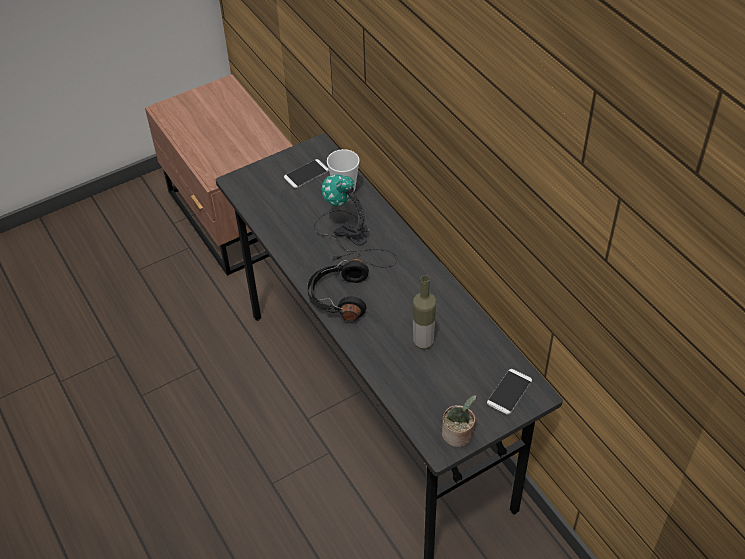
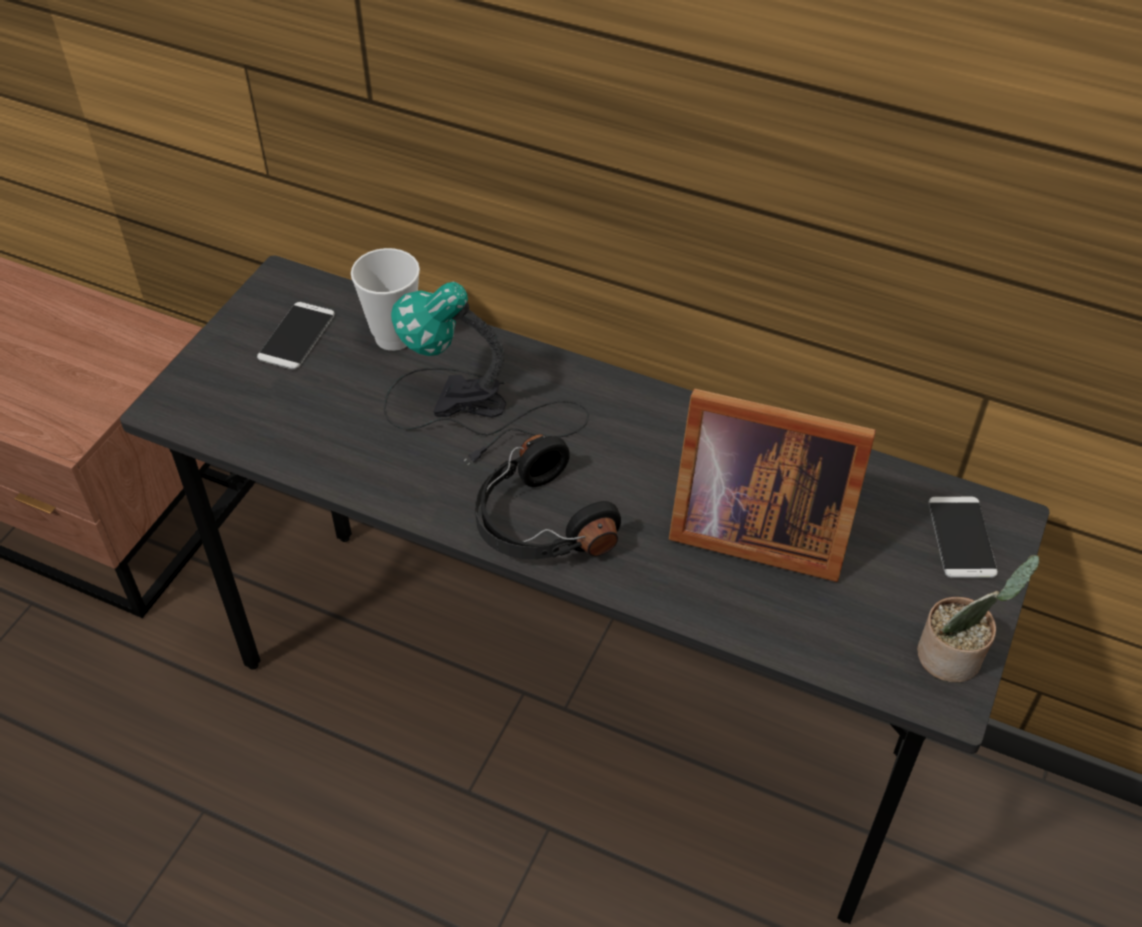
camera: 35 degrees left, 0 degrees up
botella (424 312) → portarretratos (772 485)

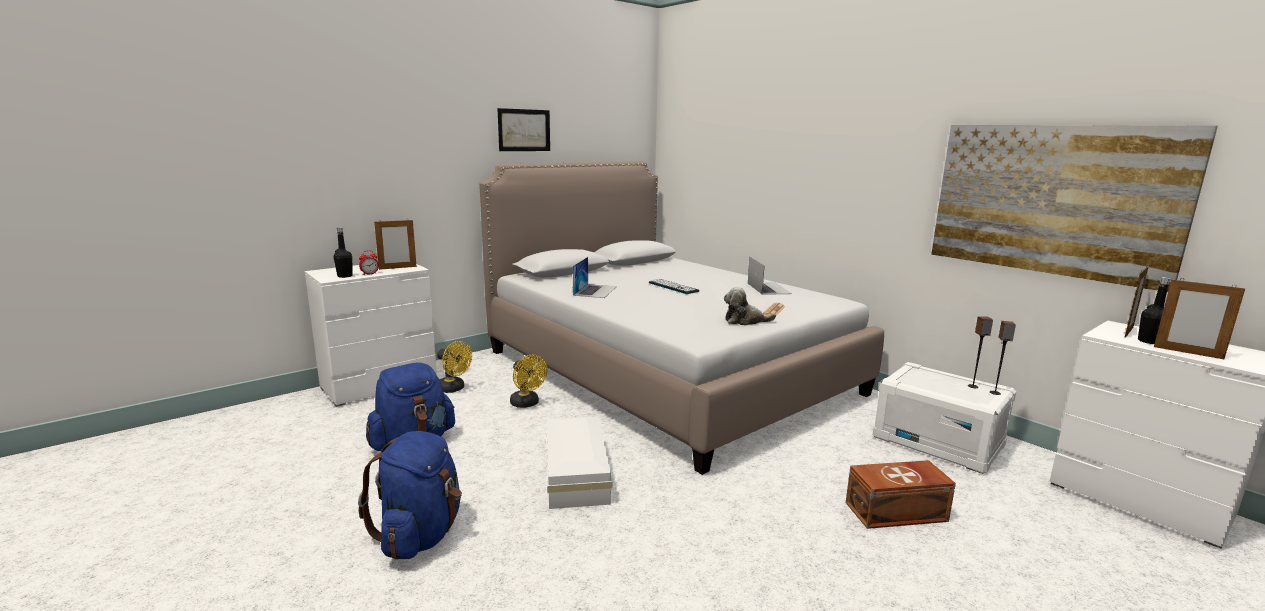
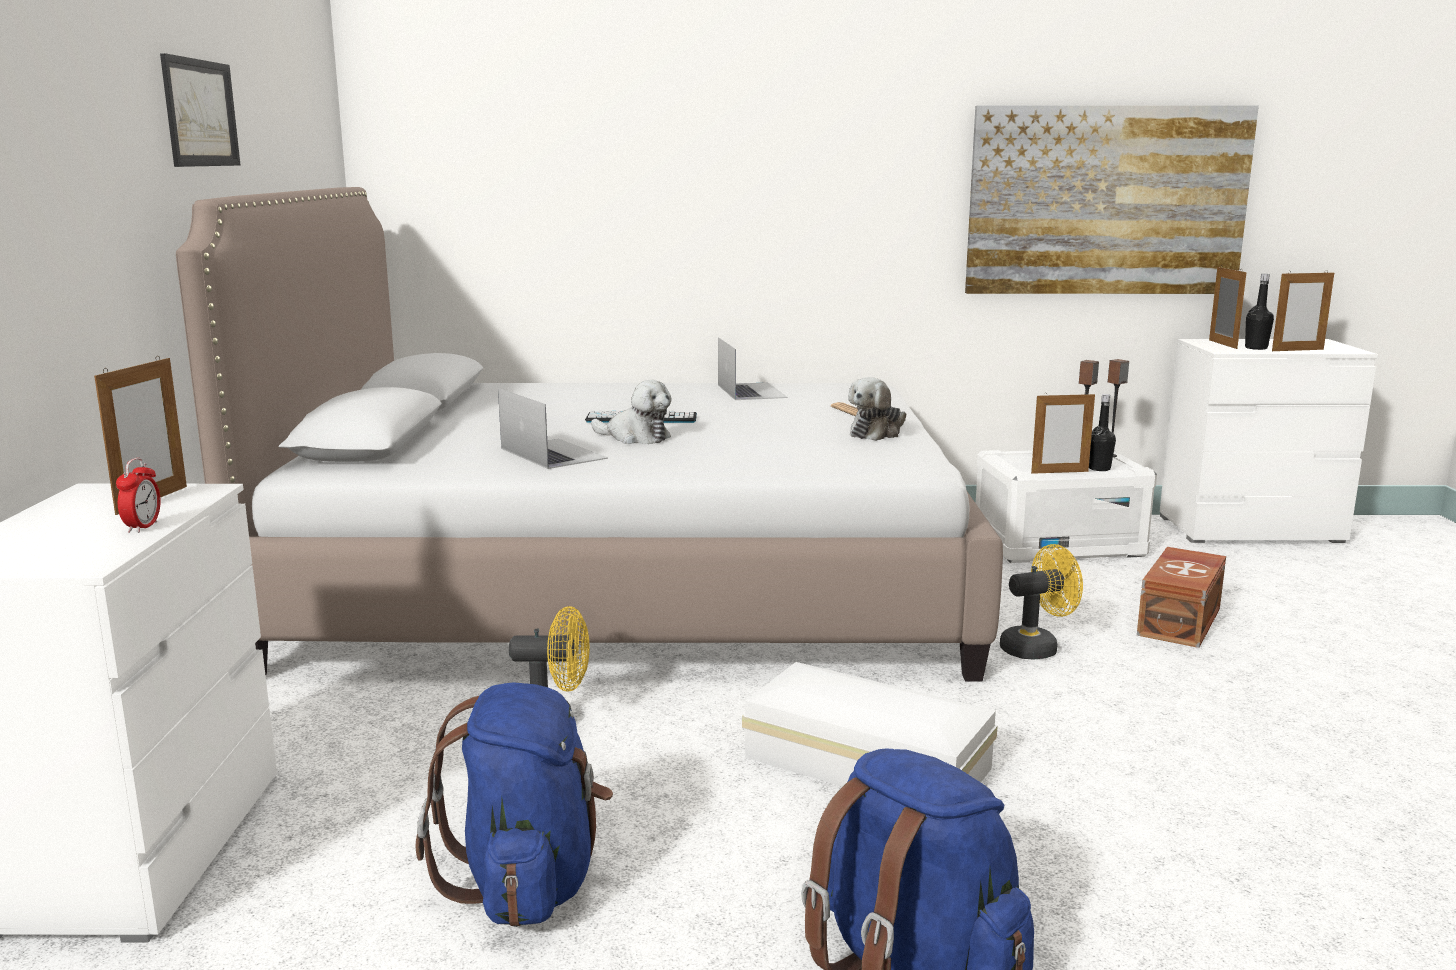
camera: 50 degrees left, 0 degrees up
botella (negro) (343 252) → botella (negro) (1102 432), shifted
ventilador (amarillo) (454 367) → ventilador (amarillo) (1041 602), shifted
portátil (770 275) → portátil (753 368), 45 degrees clockwise
- → peluche (631 412)
- → portarretratos (1063 433)

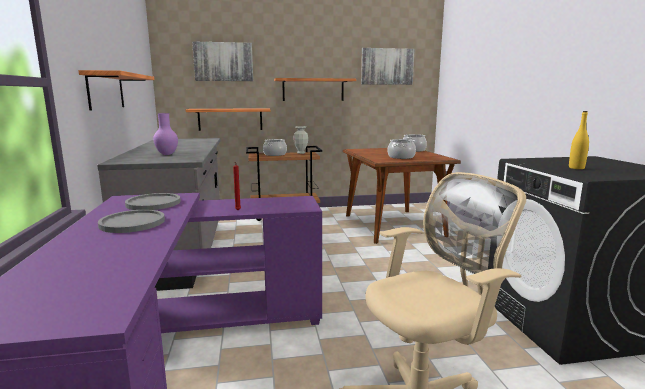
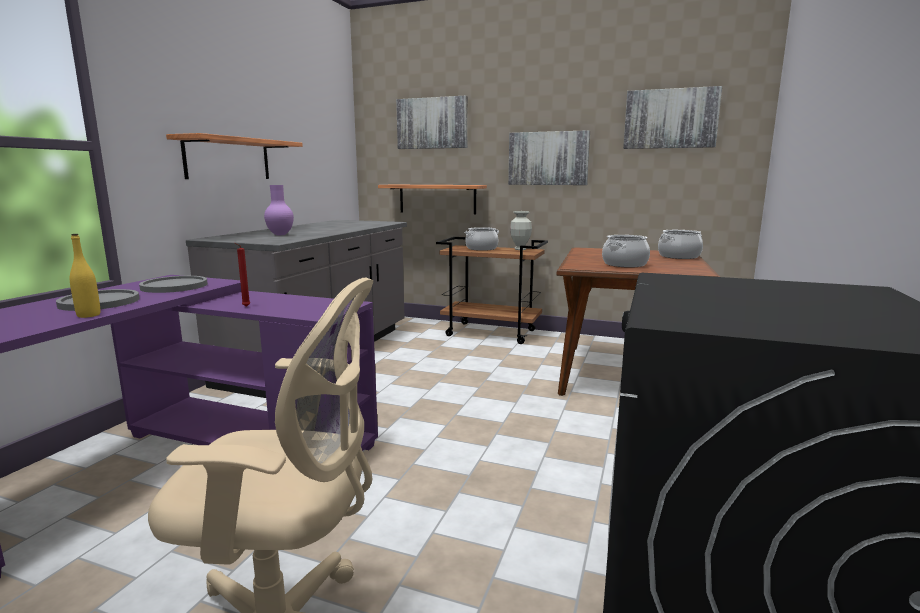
camera: 30 degrees right, 0 degrees up
estante (315 89) → cuadro (549 157)
botella (amarillo) (579 140) → botella (amarillo) (85 276), shifted

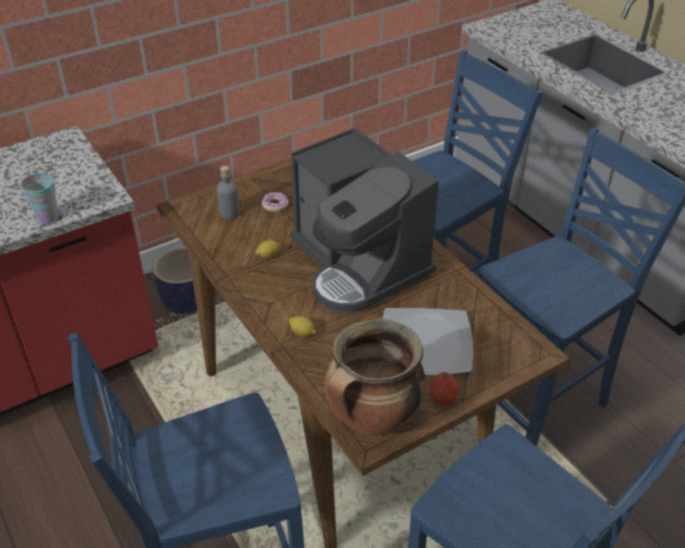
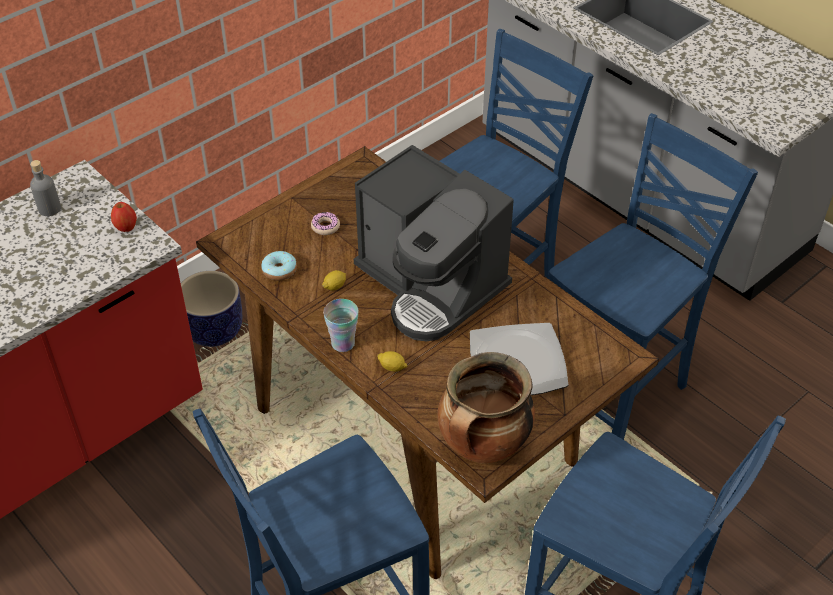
camera: 10 degrees left, 5 degrees up
taza (40 198) → taza (341 325), shifted
botella (gris) (228 192) → botella (gris) (45 188), shifted
manzana (444 389) → manzana (124 217), shifted
- → rosquilla (279 266)

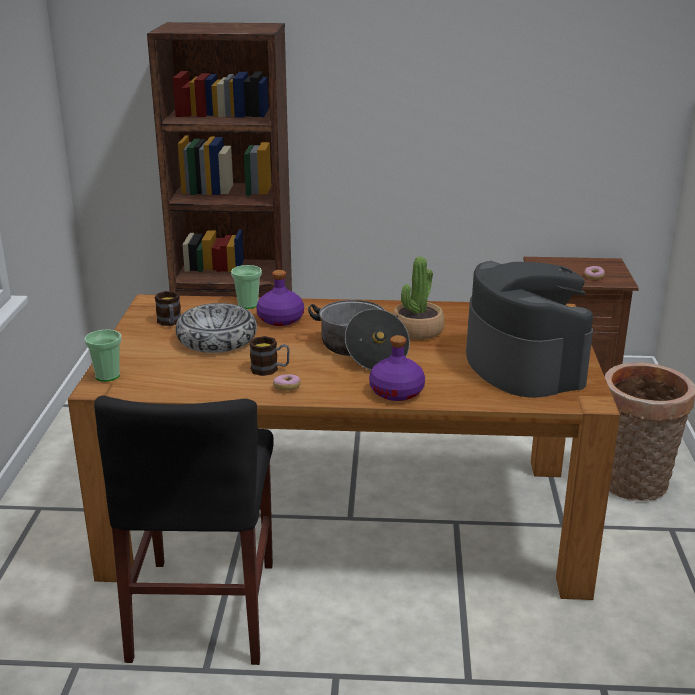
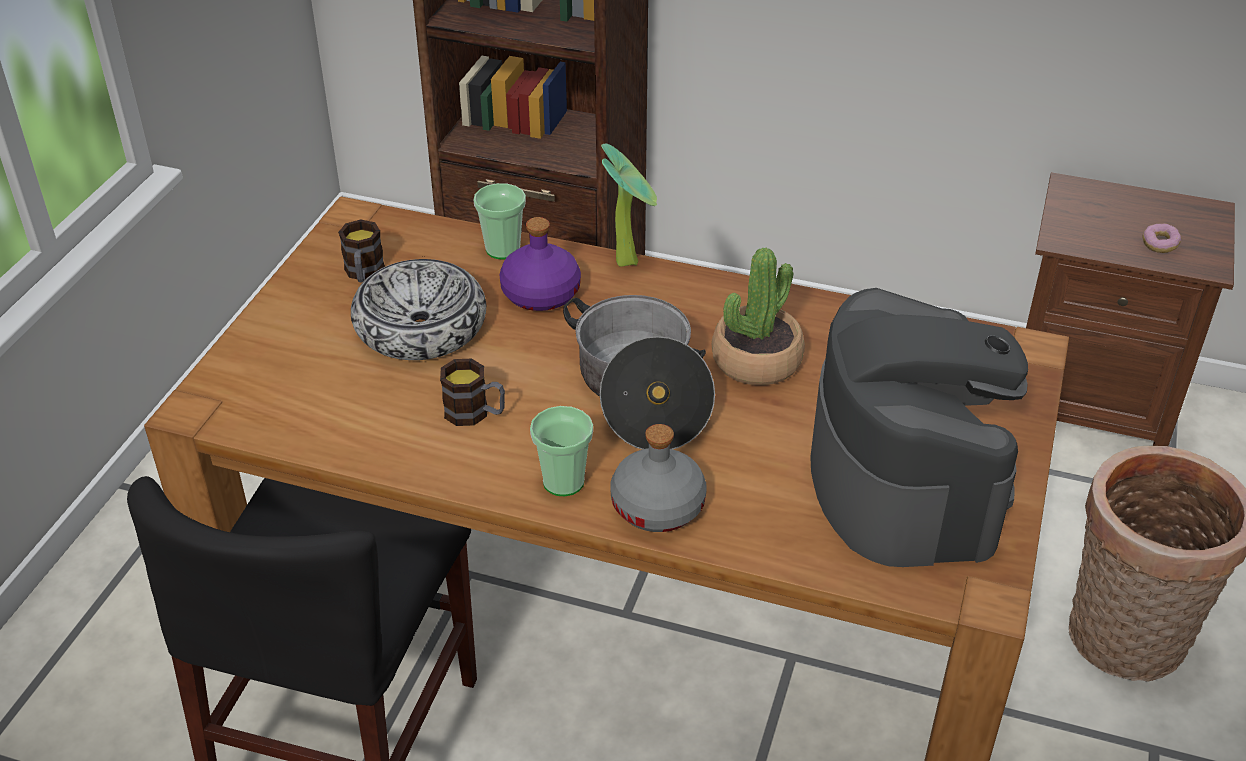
camera: 15 degrees right, 15 degrees up
taza (102 355) → taza (561 451), shifted
rosquilla (287 382) → -
botella (morado) (397 368) → botella (gris) (658 478)
- → planta en maceta (629 205)

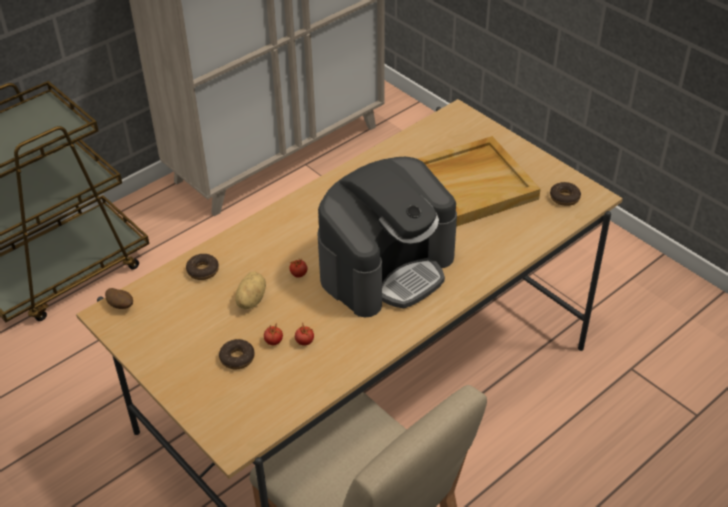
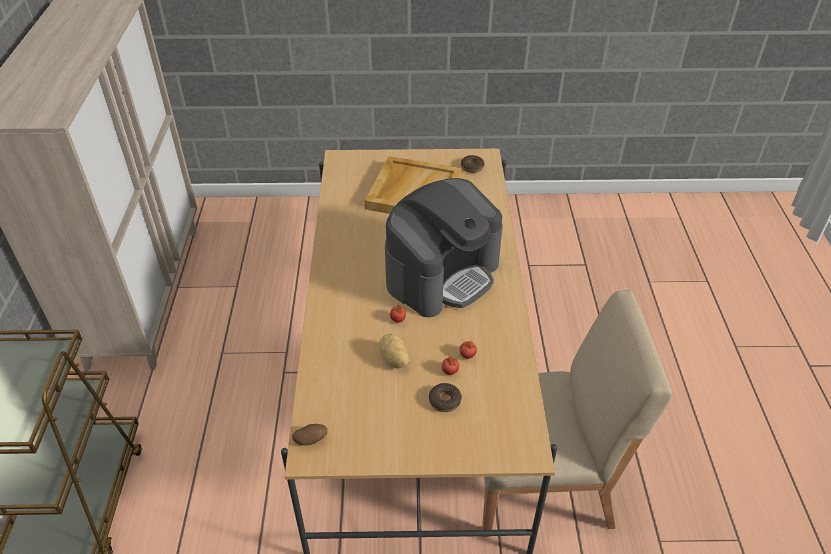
camera: 50 degrees left, 0 degrees up
rosquilla (202 267) → -
cafetera (387 237) → cafetera (444 247), 45 degrees clockwise

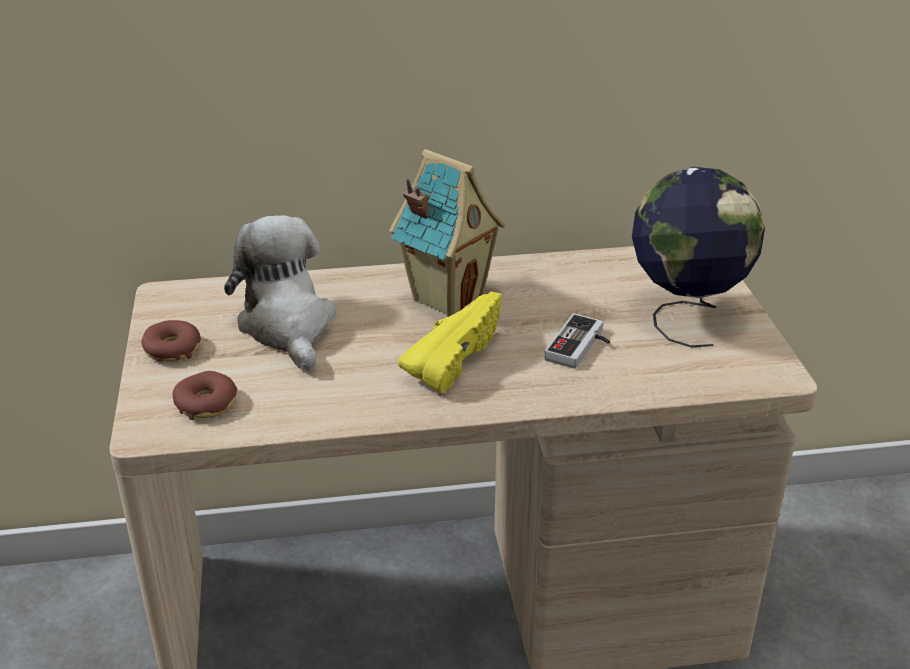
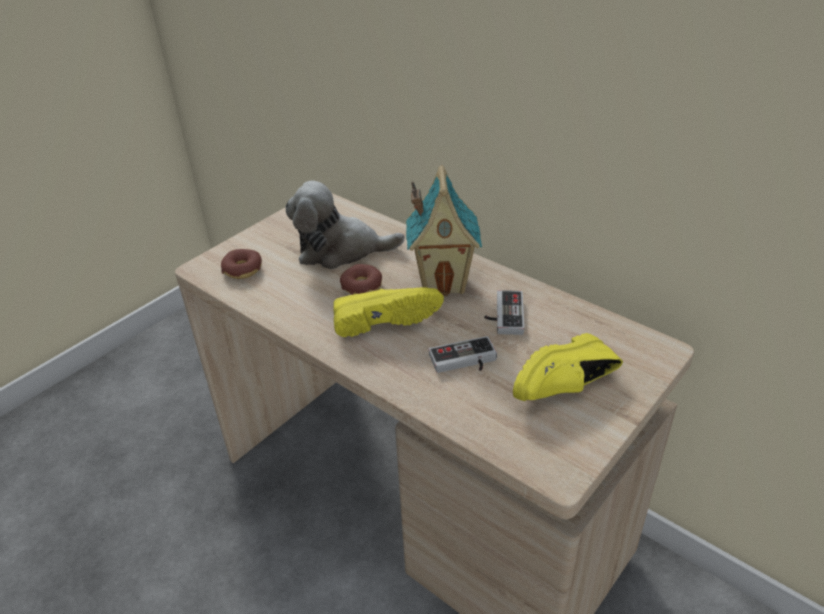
camera: 50 degrees right, 5 degrees up
rosquilla (171 341) → rosquilla (361 279), shifted
peluche (280 293) → peluche (345 225), 120 degrees counterclockwise
globo terráqueo (698 257) → zapato (amarillo) (568 367)
- → mando de consola (504 312)

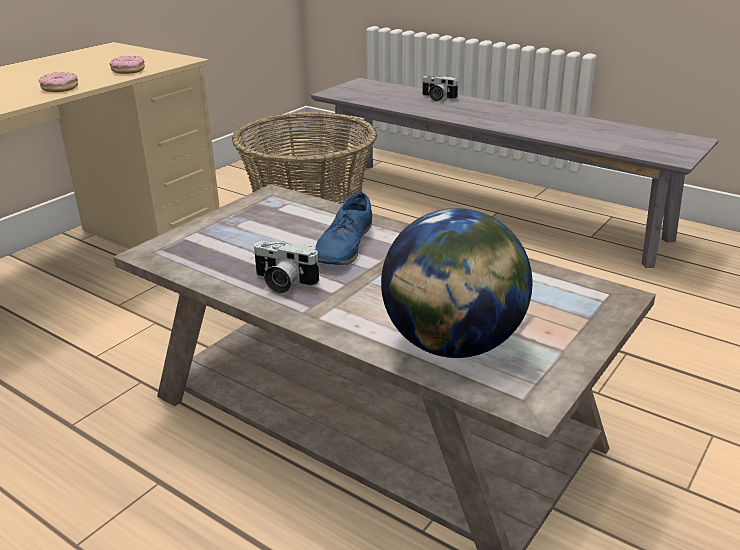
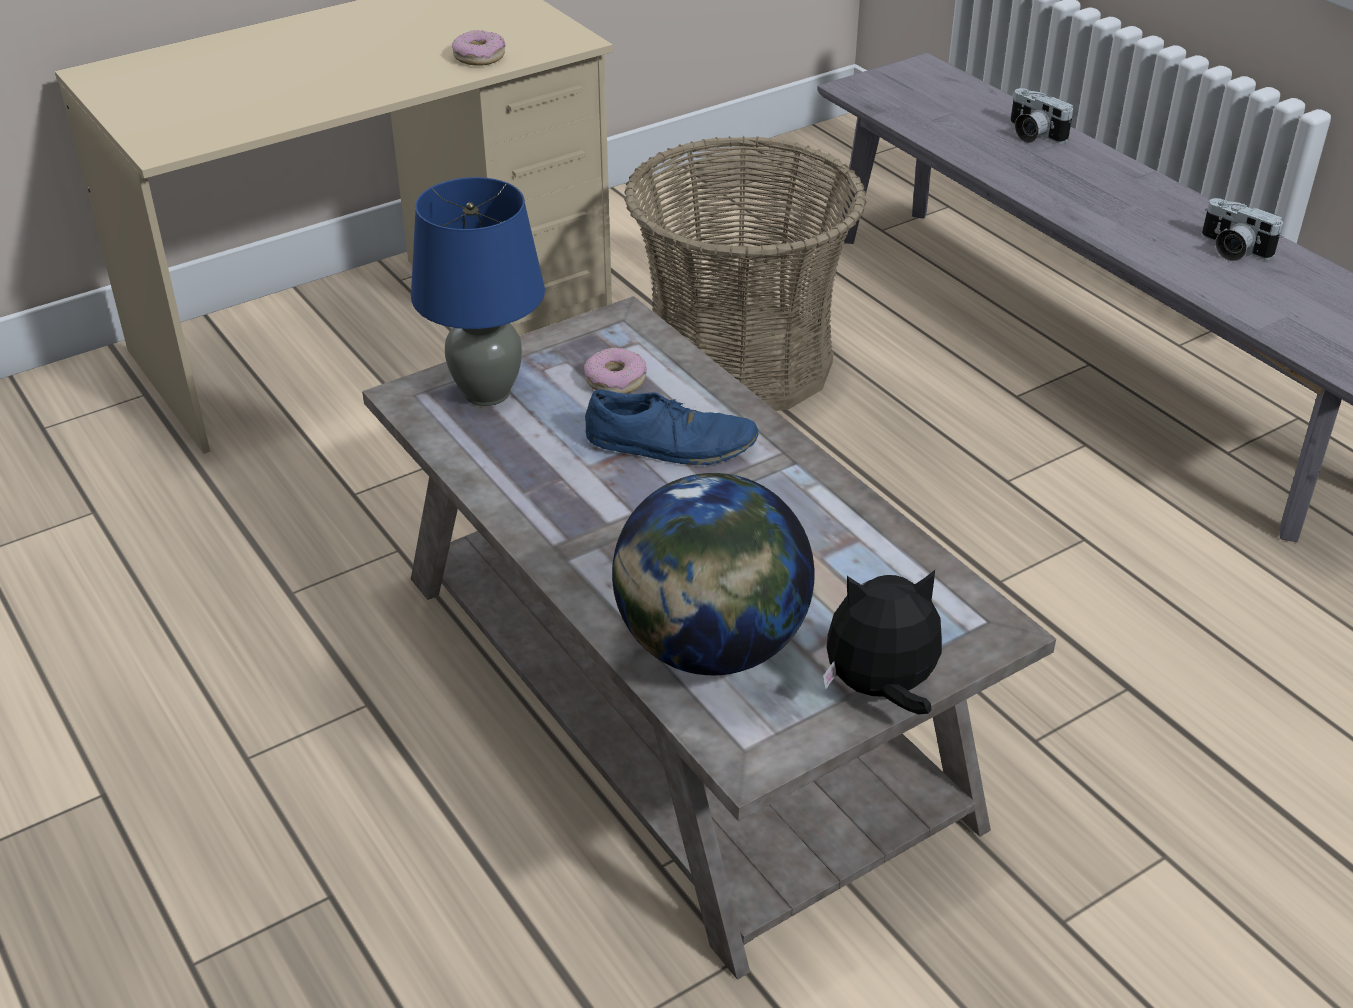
camera: 20 degrees right, 10 degrees up
rosquilla (58 82) → rosquilla (615 371), shifted
cámara (286 267) → cámara (1242 229), shifted
zapato (azul) (343 228) → zapato (azul) (672 427), 120 degrees counterclockwise
- → lámpara de mesa (azul) (478 291)
- → peluche (882 642)

